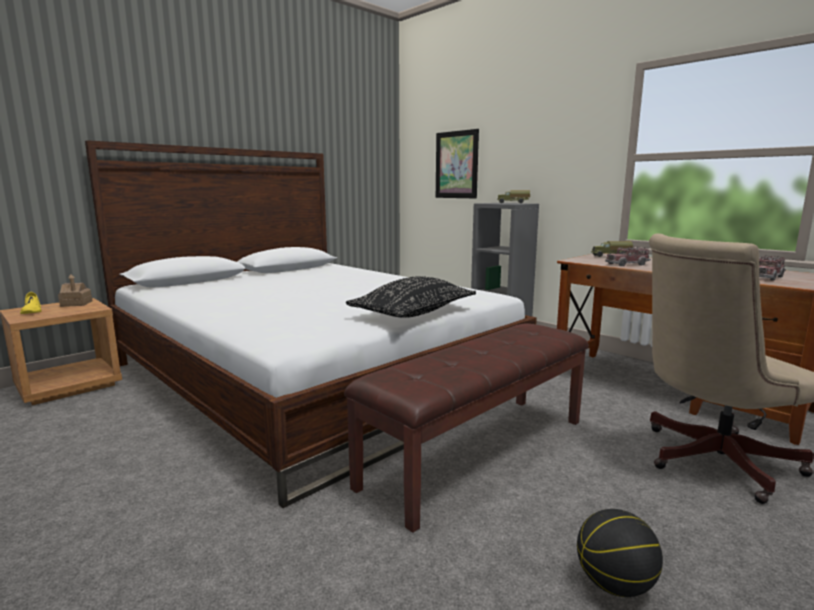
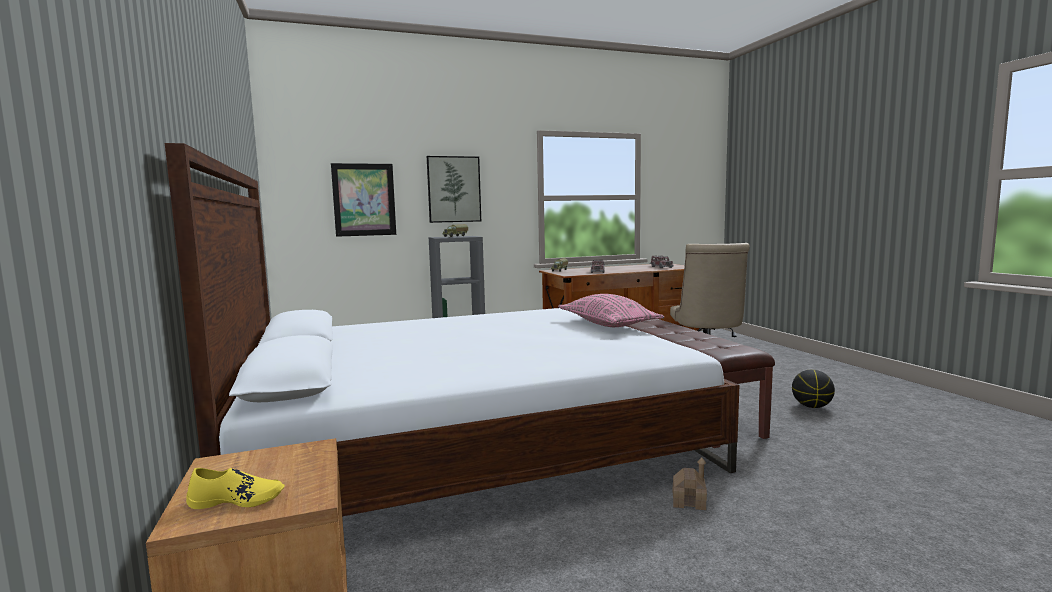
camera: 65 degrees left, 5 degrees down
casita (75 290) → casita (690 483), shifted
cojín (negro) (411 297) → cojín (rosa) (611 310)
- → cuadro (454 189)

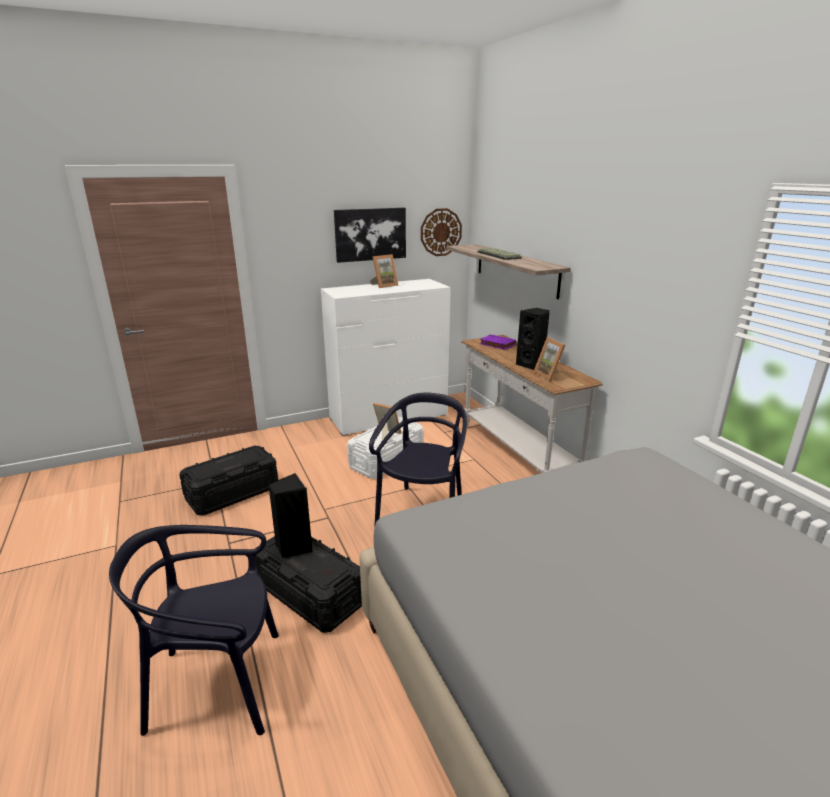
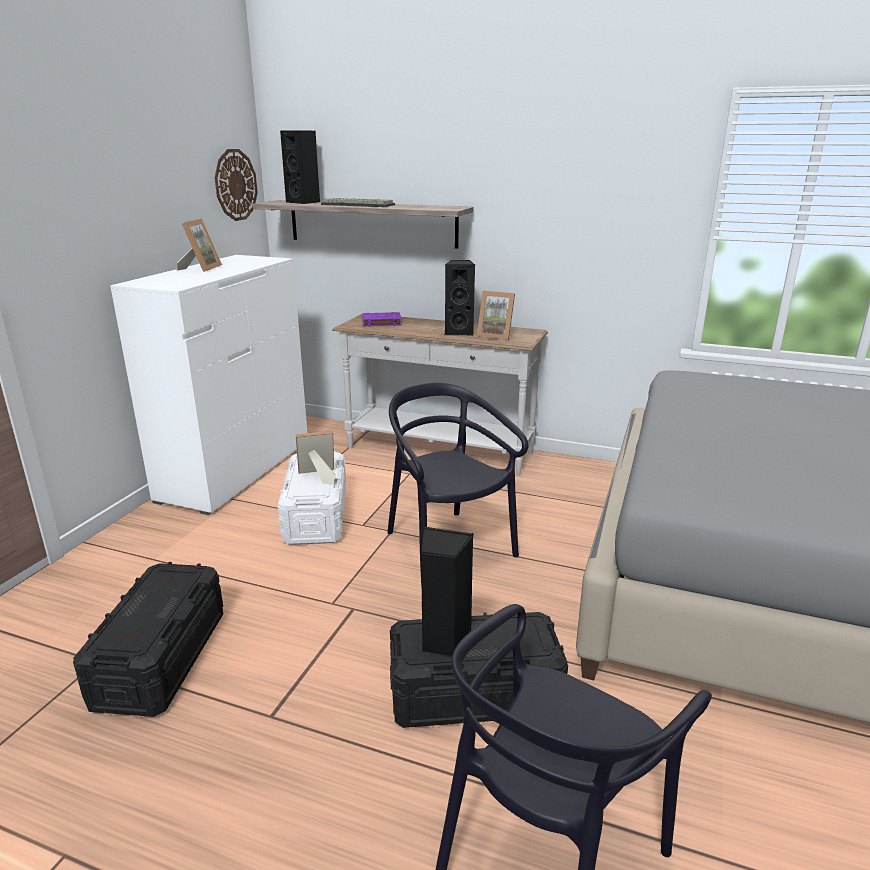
camera: 45 degrees left, 0 degrees up
cuadro (370 235) → -
- → altavoz (negro) (300 167)

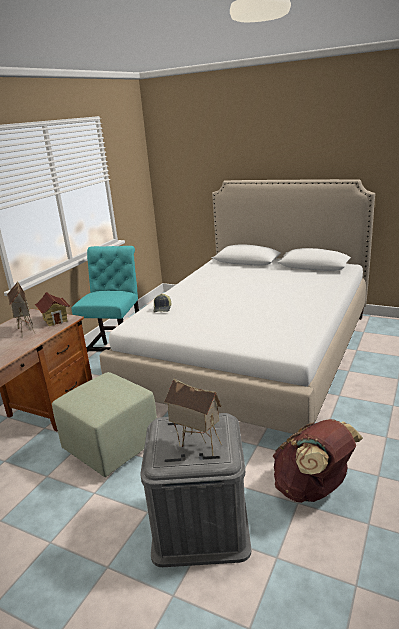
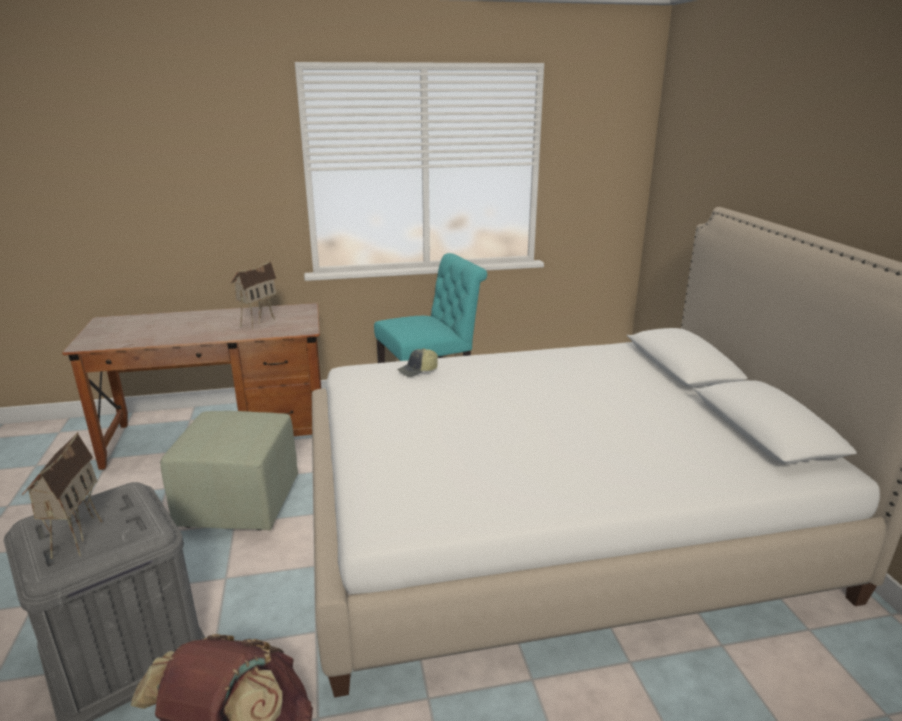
camera: 50 degrees right, 0 degrees up
casita (52 309) → -

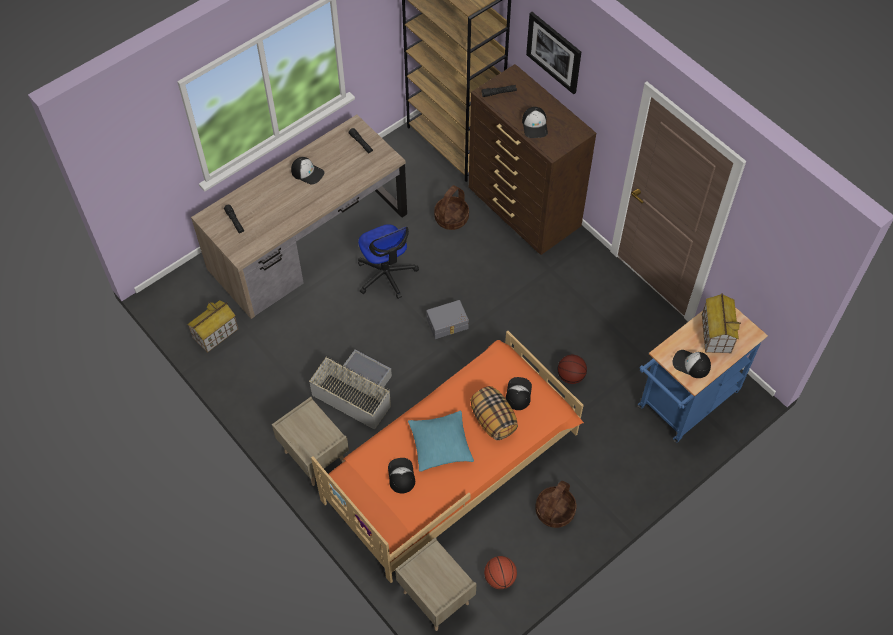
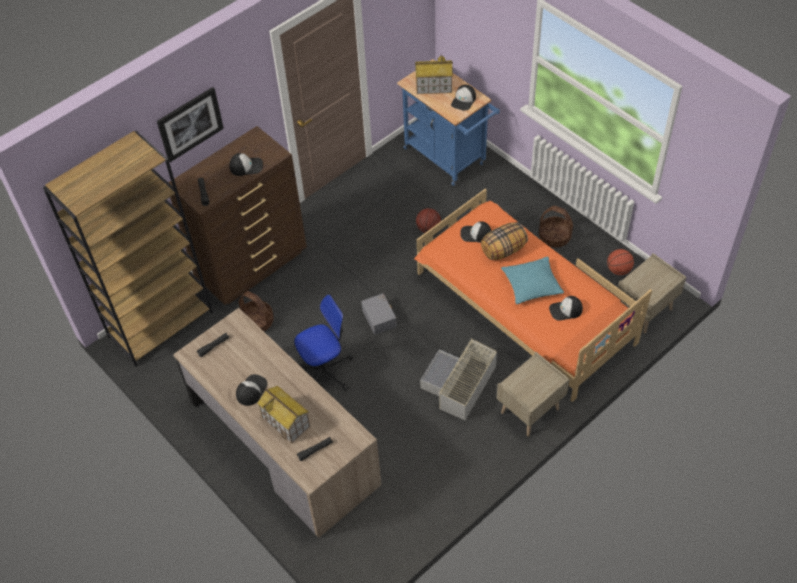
camera: 90 degrees left, 5 degrees down
casita (212 326) → casita (283 414), shifted

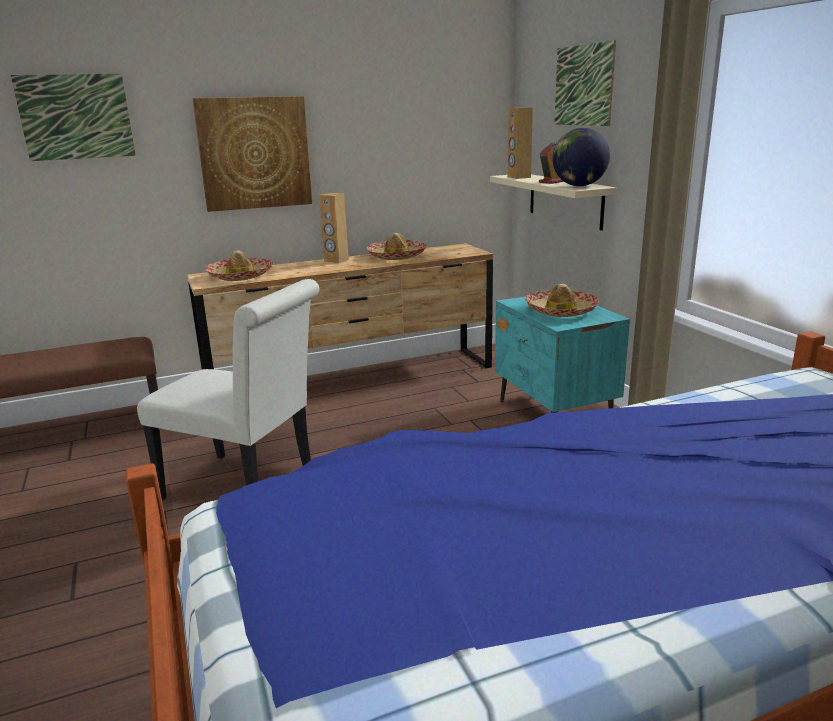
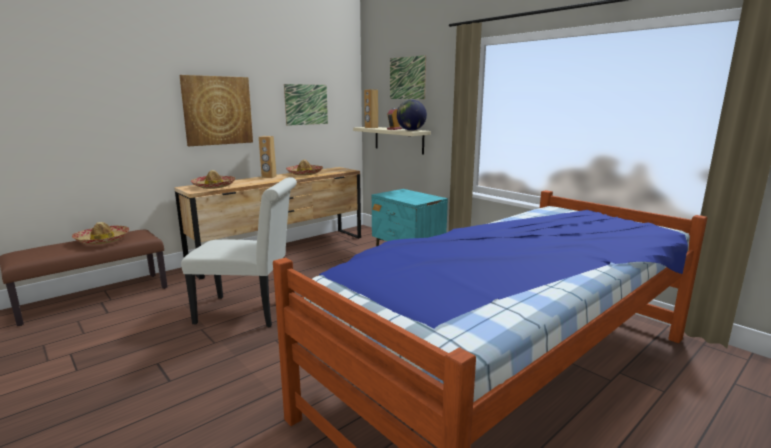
camera: 20 degrees left, 5 degrees down
cuadro (73 117) → cuadro (306 105), shifted
sombrero (562 300) → sombrero (101 233), shifted

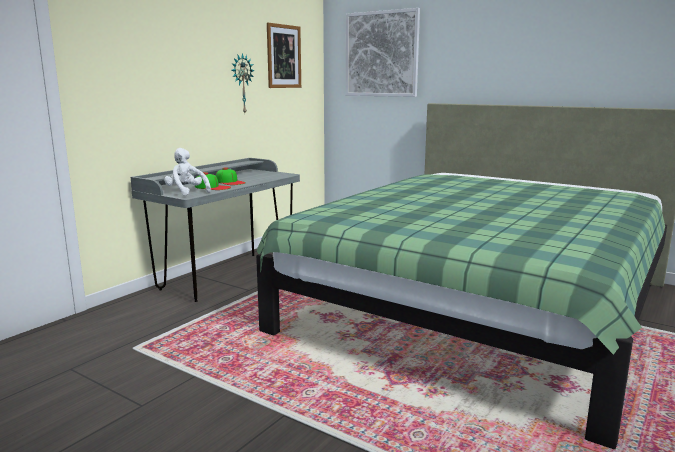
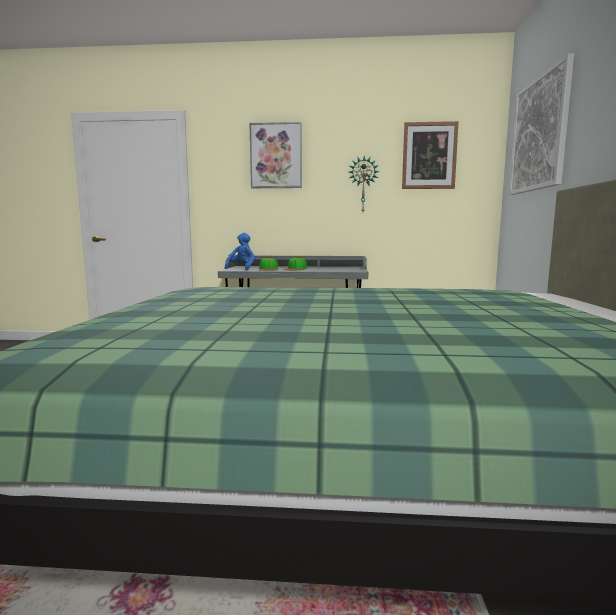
camera: 60 degrees right, 5 degrees down
peluche (blanco) (187 171) → peluche (azul) (240 252)
- → cuadro (275 155)

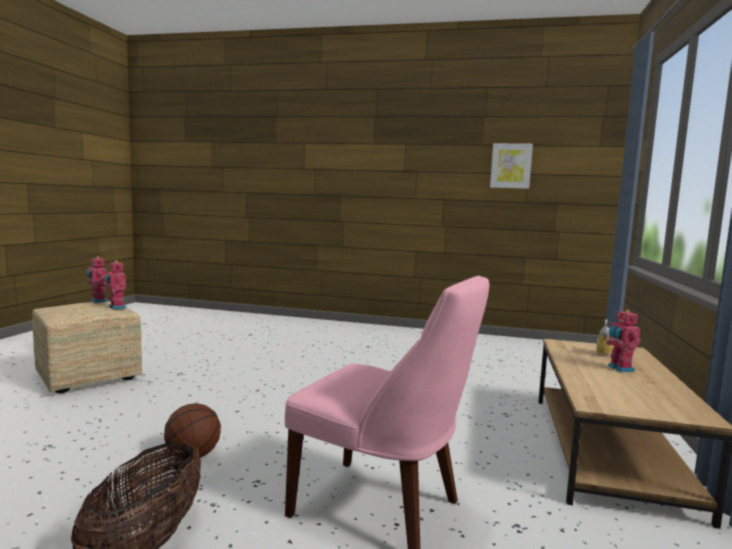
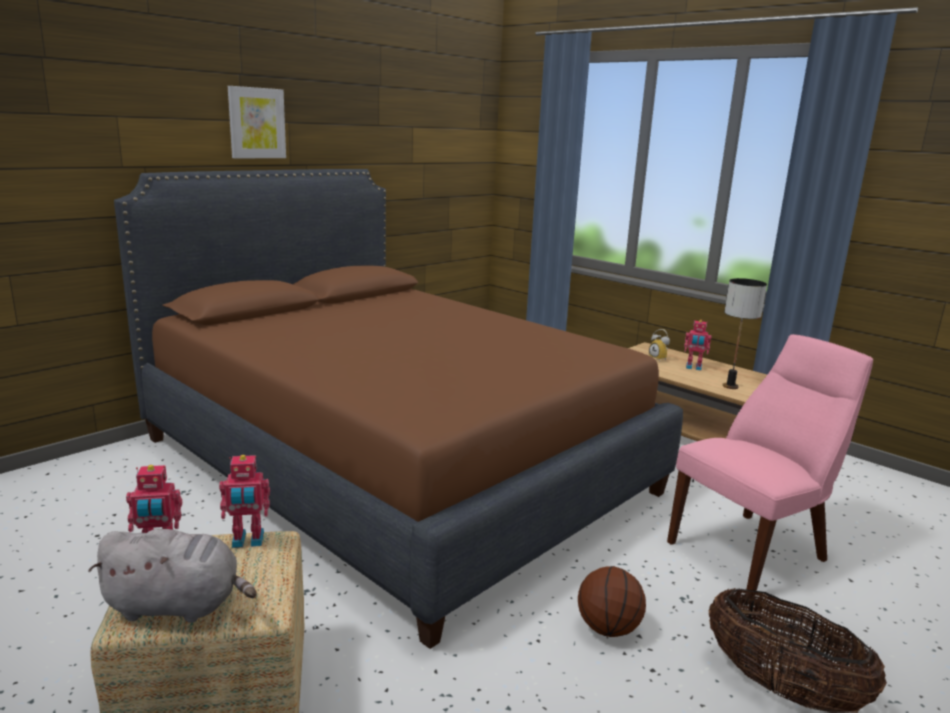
camera: 60 degrees left, 10 degrees up
cuadro (511 166) → cuadro (257 122), shifted
- → peluche (gris) (172 576)
- → cama (marrón) (398 409)
- → lámpara de mesa (744 333)

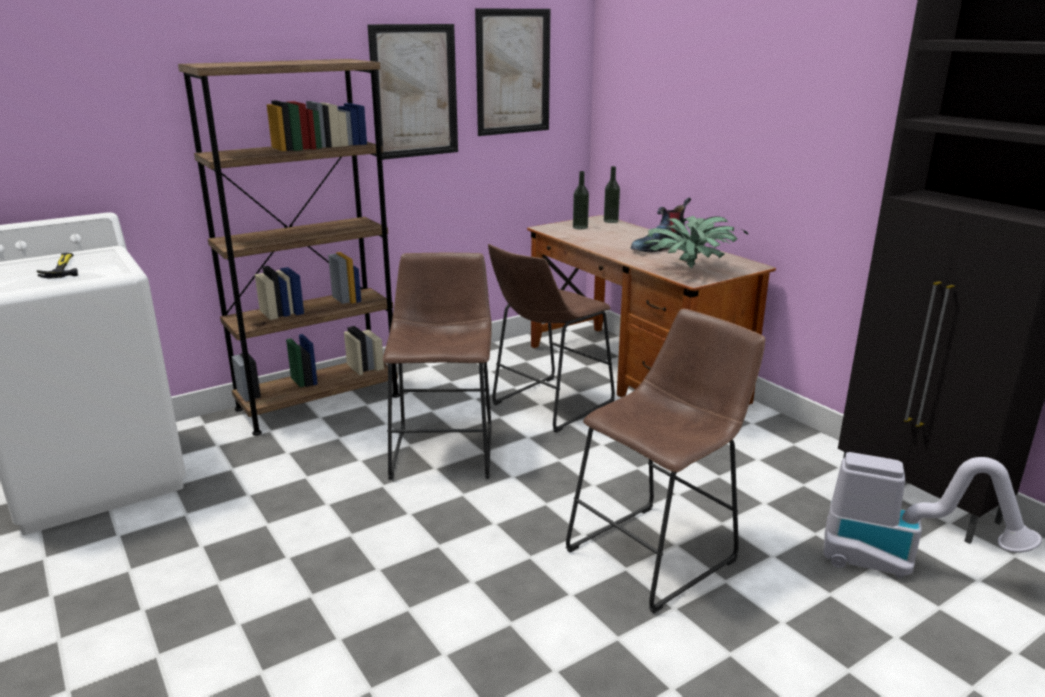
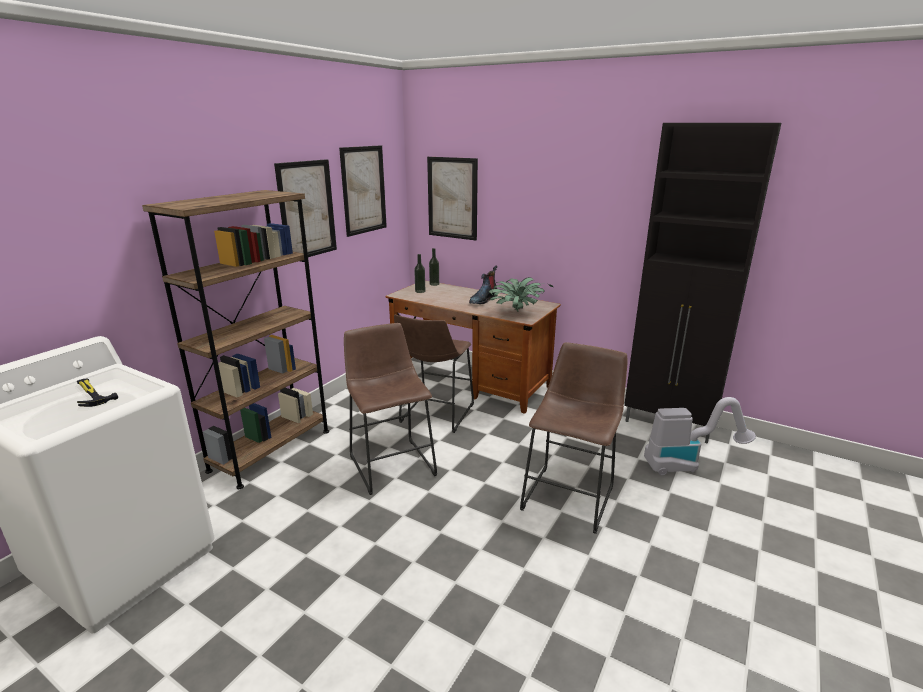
camera: 25 degrees left, 0 degrees up
- → cuadro (452 198)

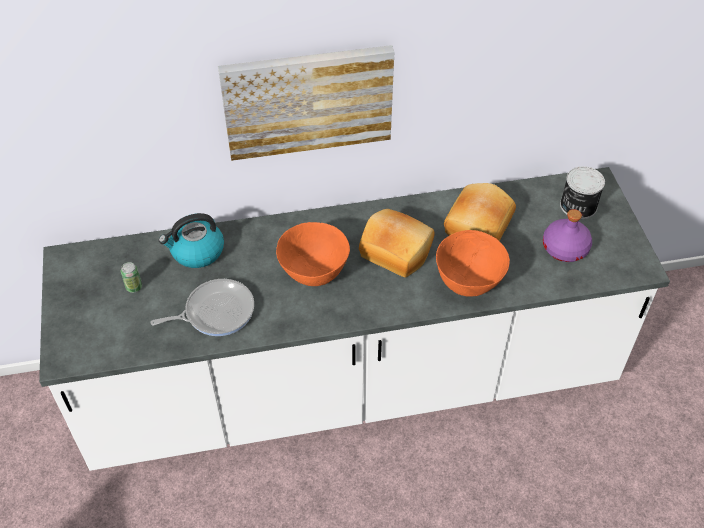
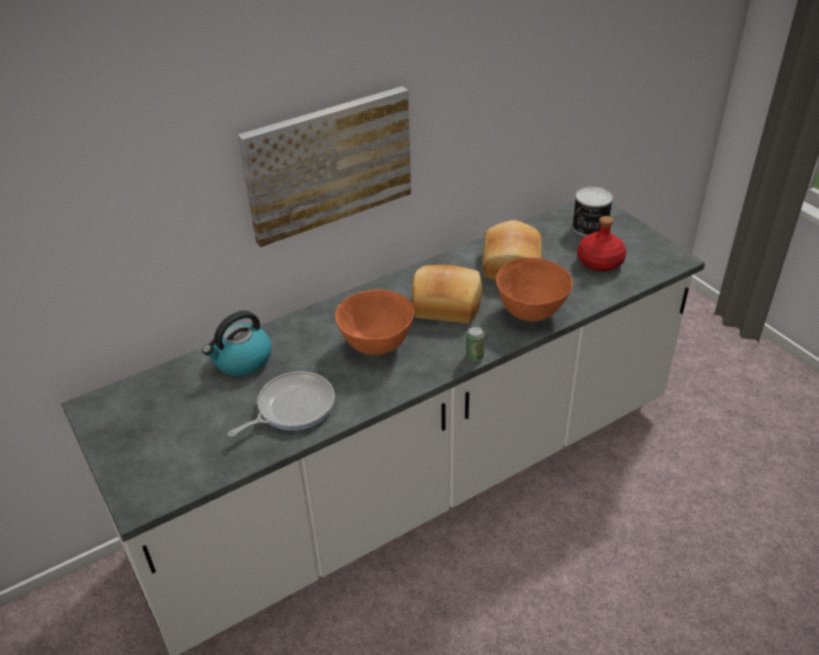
camera: 20 degrees left, 10 degrees down
lata (131 277) → lata (475 343), shifted
botella (morado) (567 235) → botella (rojo) (601 244)

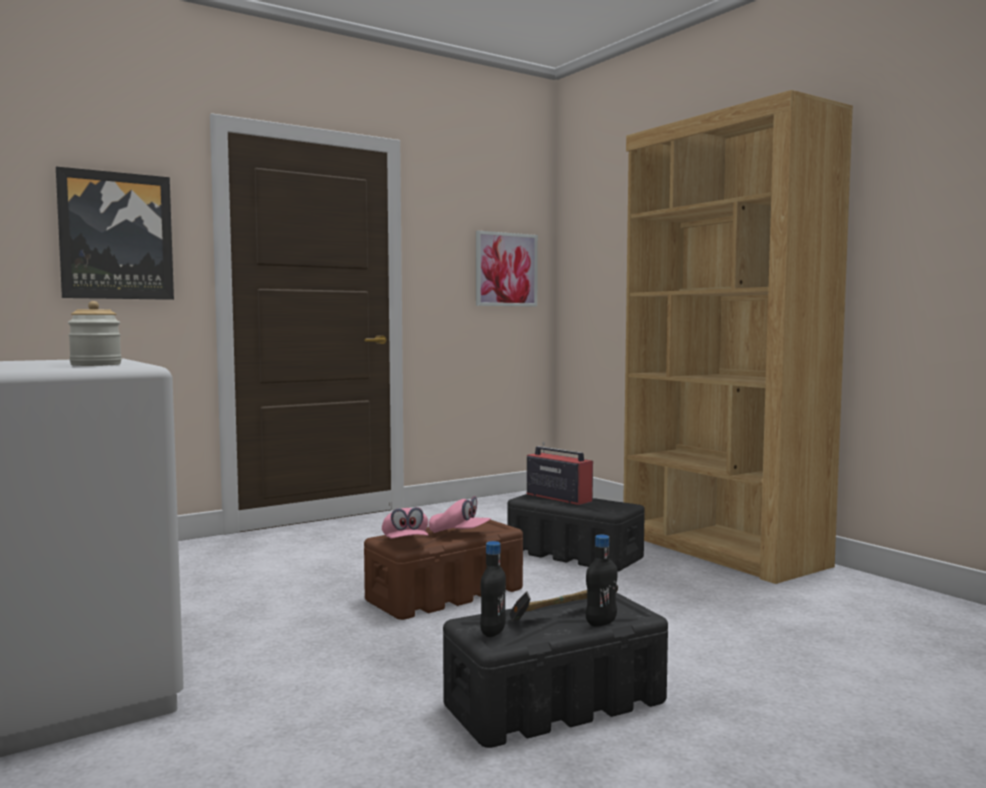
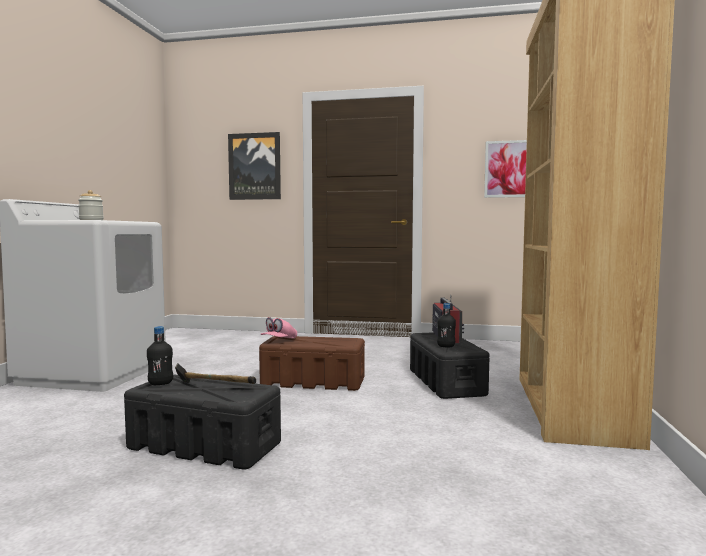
camera: 45 degrees right, 0 degrees up
gorra (rosa) (460 514) → -
botella (negro) (601 580) → botella (negro) (446 325), shifted

